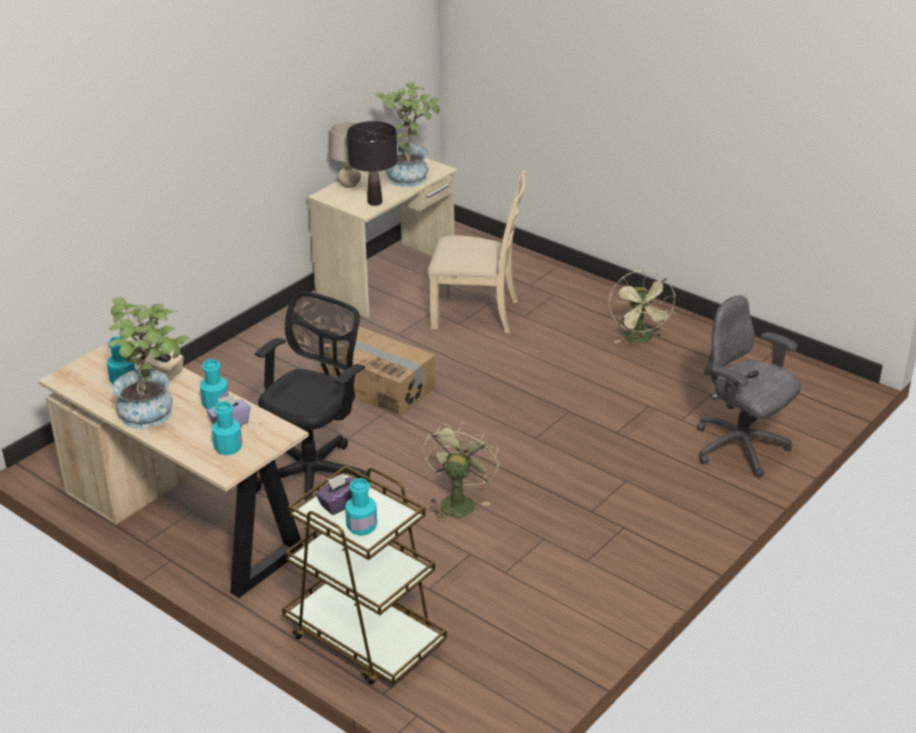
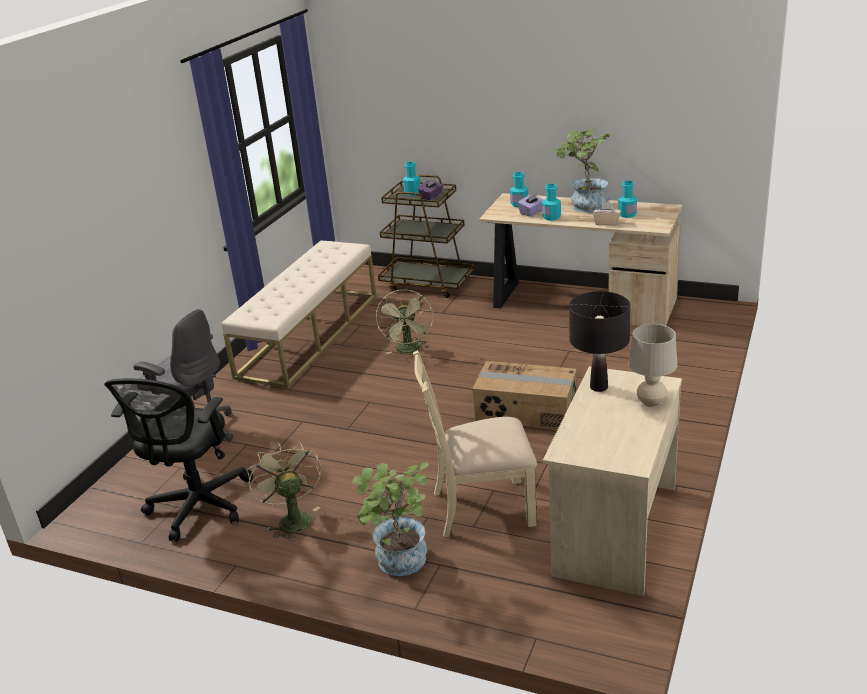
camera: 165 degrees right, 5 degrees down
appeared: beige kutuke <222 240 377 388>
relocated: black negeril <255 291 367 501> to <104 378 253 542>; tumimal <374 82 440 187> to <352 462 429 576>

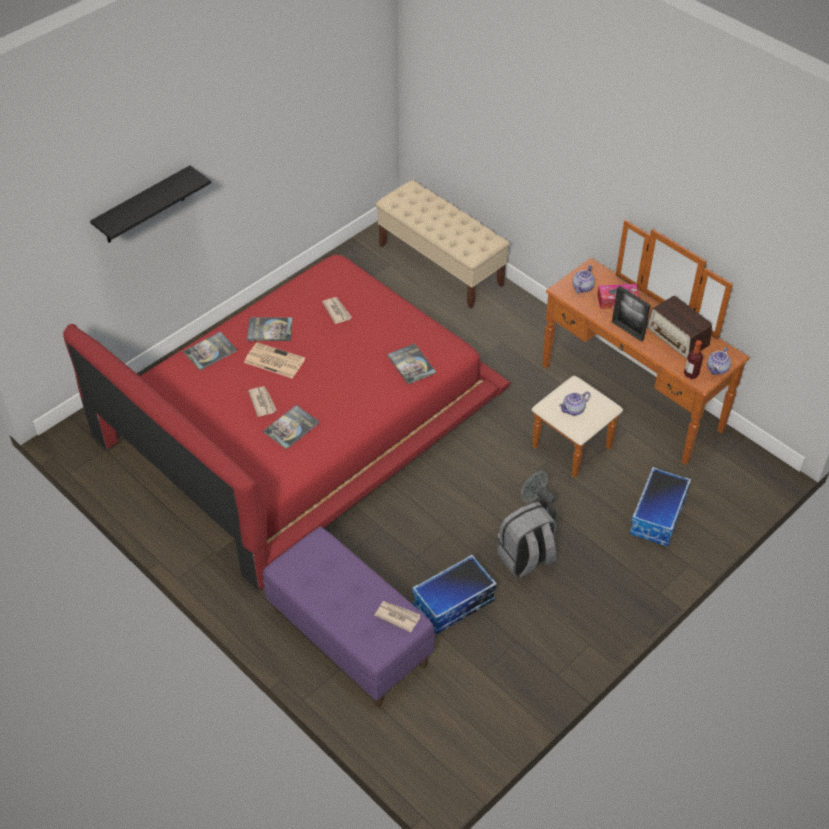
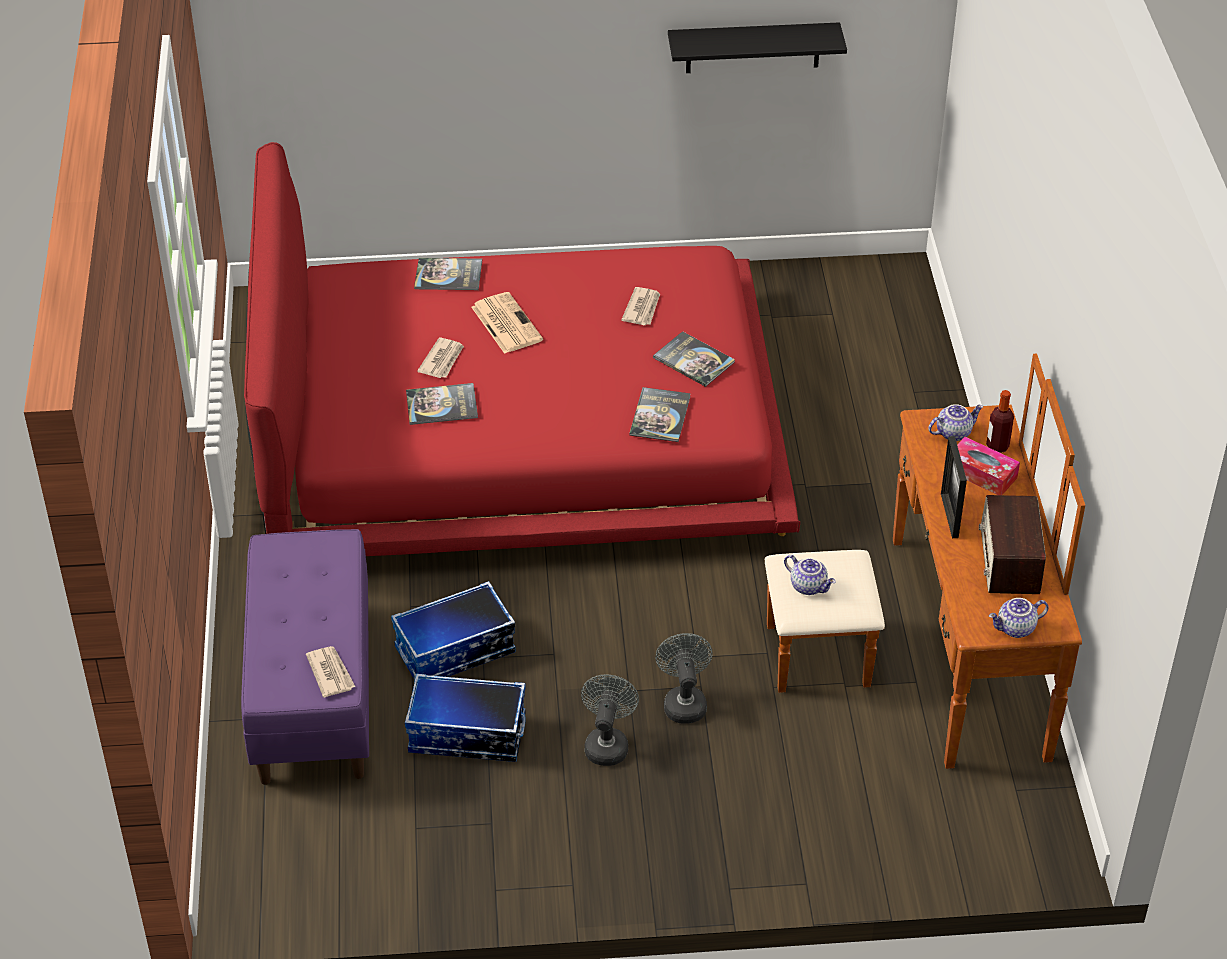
camera: 40 degrees right, 5 degrees down
missing: beige kutuke <375 180 510 309>
relocated: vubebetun <630 467 691 547> to <391 581 516 680>; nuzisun <247 317 293 341> to <653 331 735 387>; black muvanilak <90 165 211 243> to <668 22 847 73>; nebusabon <684 340 703 379> to <986 390 1014 453>
exchanged: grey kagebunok <497 502 557 578> to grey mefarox <581 674 639 766>
spun: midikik <559 392 591 416> = <784 555 836 595> 150 degrees counterclockwise

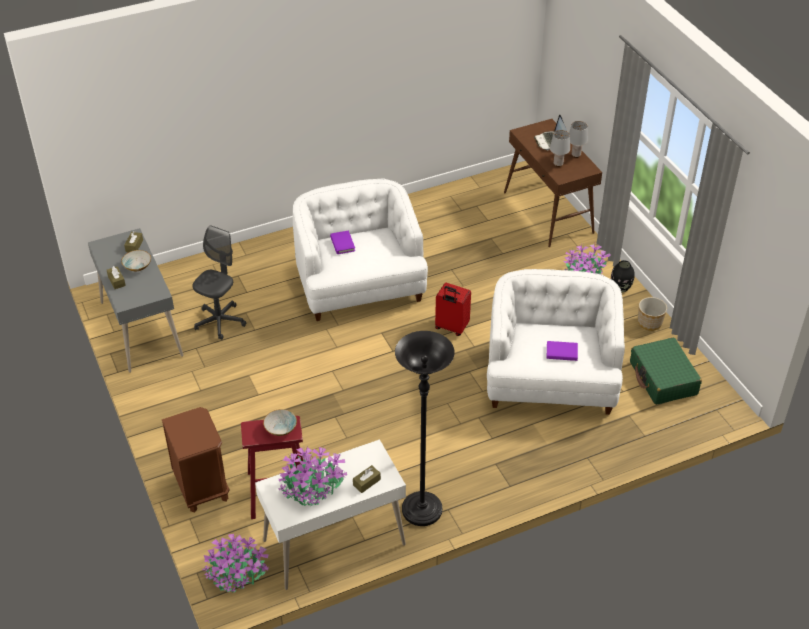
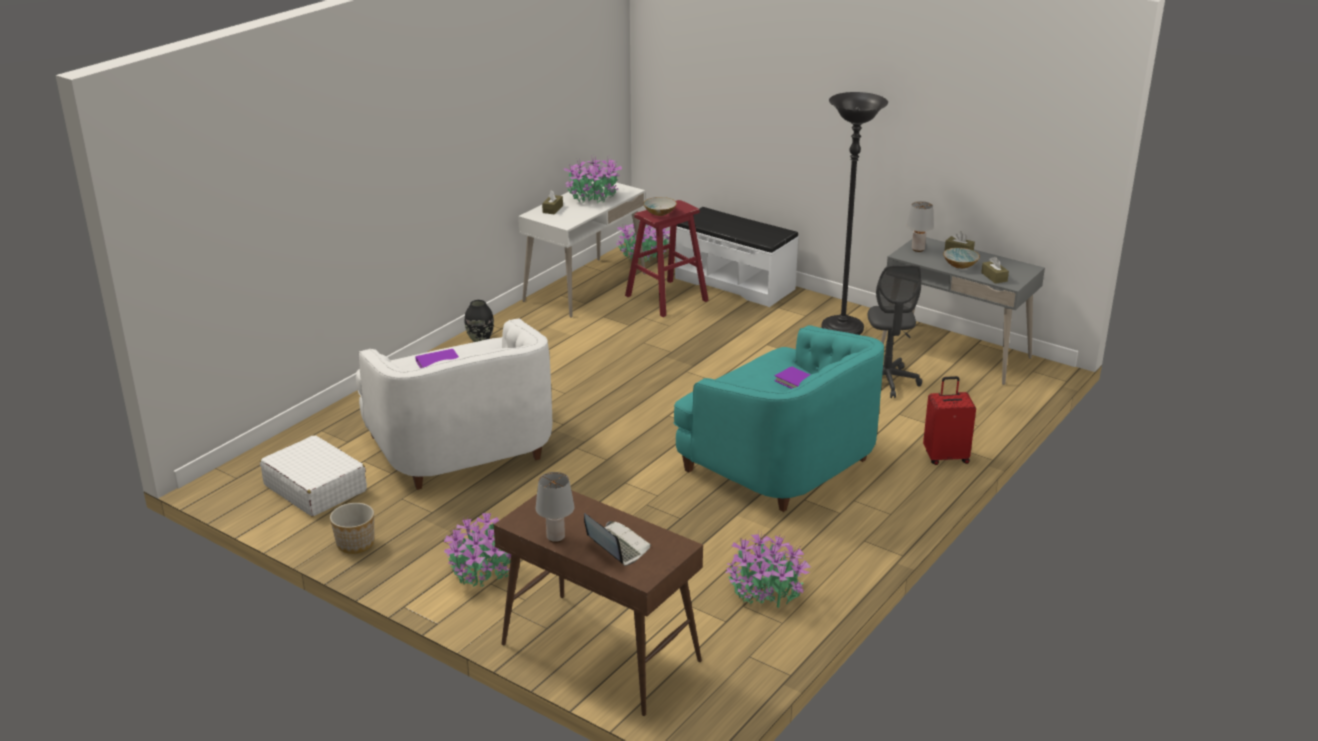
camera: 150 degrees right, 15 degrees down
appeared: tumimal <725 532 811 608>
relocated: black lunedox <611 260 635 293> to <465 300 494 342>; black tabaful <395 331 455 526> to <821 92 888 335>; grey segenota <550 130 570 167> to <907 201 934 252>; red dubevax <435 283 471 336> to <923 376 976 465>
exchanged: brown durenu <162 407 229 513> to white kutuke <675 207 799 307>
colour: green dubevax <630 337 702 405> to white dubevax <260 435 367 516>; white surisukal <293 179 428 321> to turquoise surisukal <674 325 884 512>

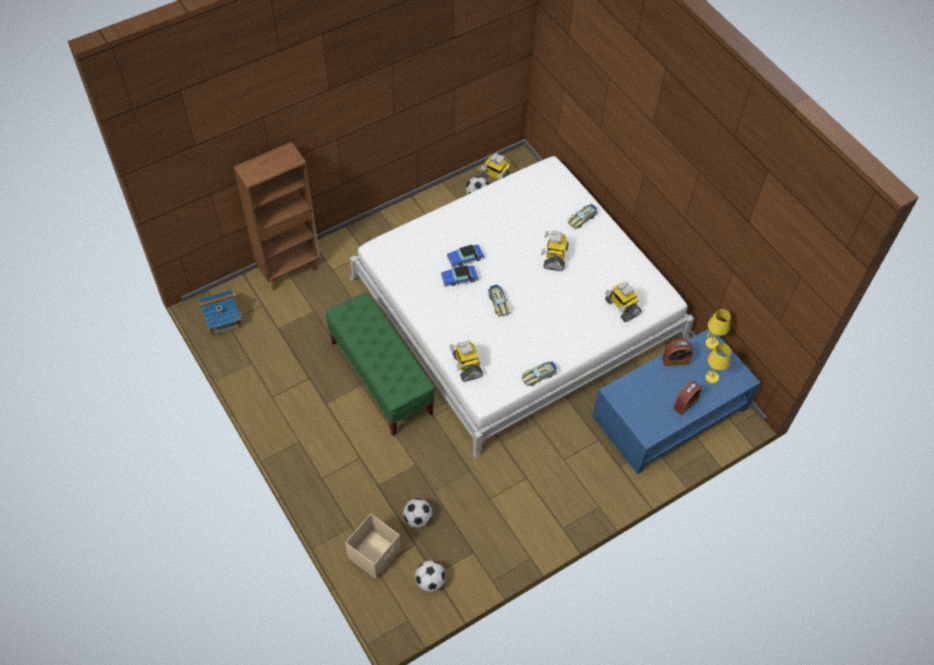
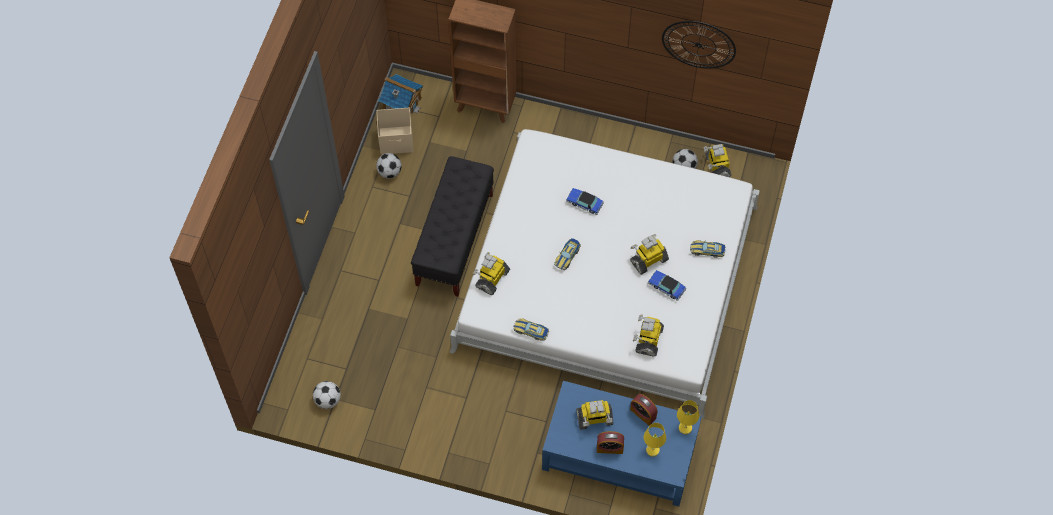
camera: 50 degrees right, 5 degrees up
appeared: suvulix <576 400 613 430>; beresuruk <662 21 736 69>
relocated: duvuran <403 498 432 528> to <376 153 402 179>; beige vubebetun <345 514 401 579> to <377 107 414 155>; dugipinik <441 265 479 287> to <648 270 686 301>
colour: green kutuke <325 292 435 436> to black kutuke <411 156 494 297>

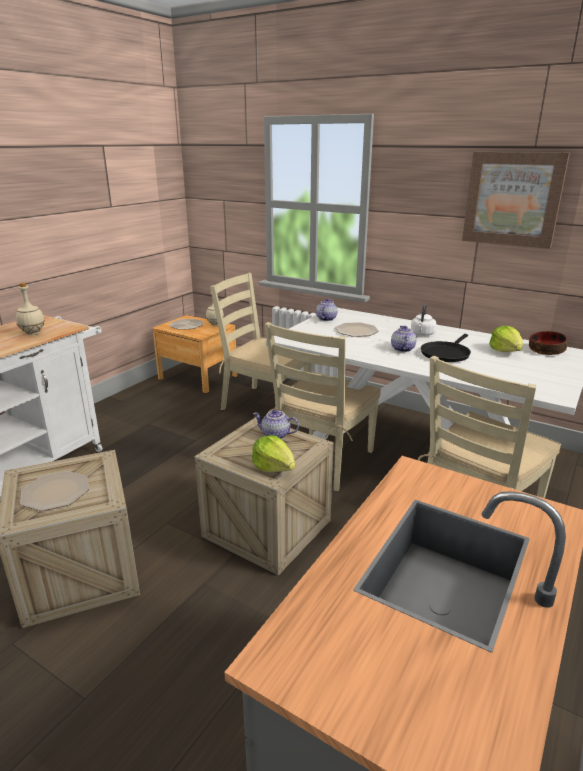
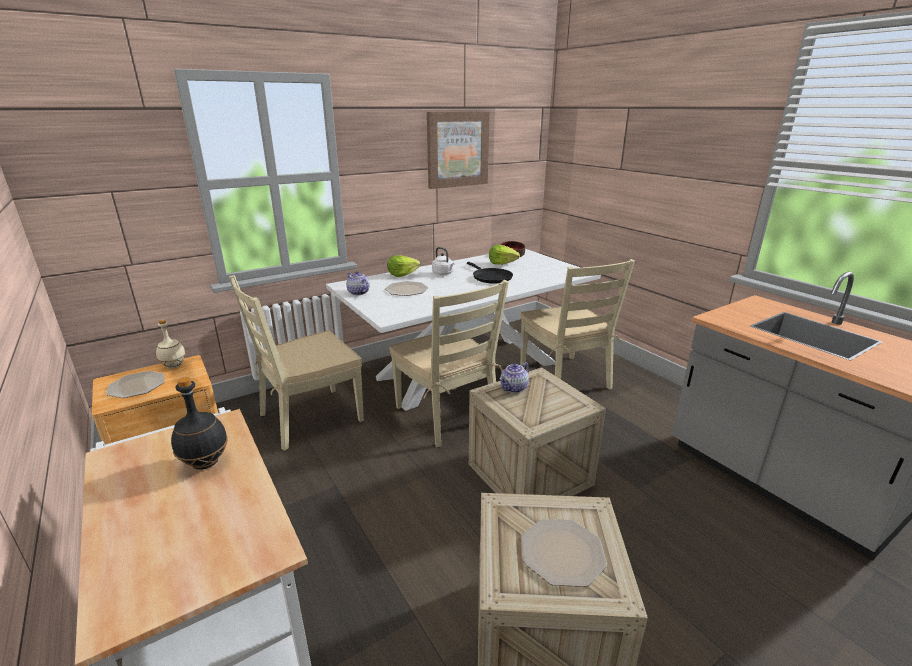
camera: 65 degrees left, 0 degrees up
missing: midikik <391 326 417 352>
relocated: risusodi <252 435 296 472> to <387 255 420 277>
colour: beige nebusabon <16 283 45 335> to black nebusabon <171 377 228 470>

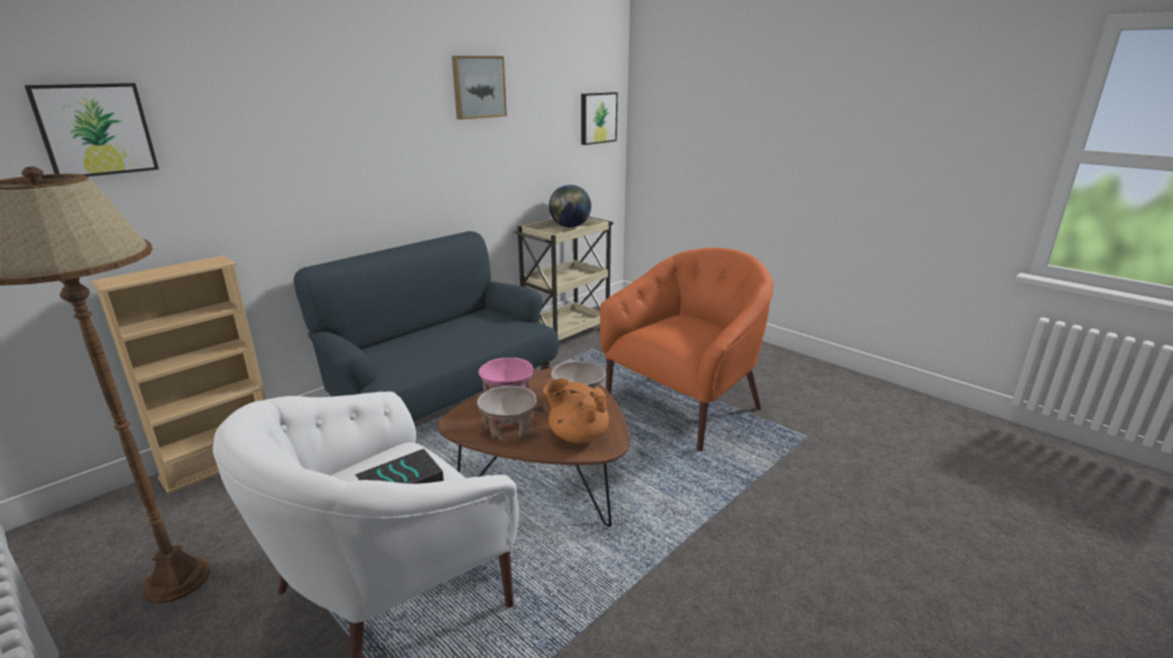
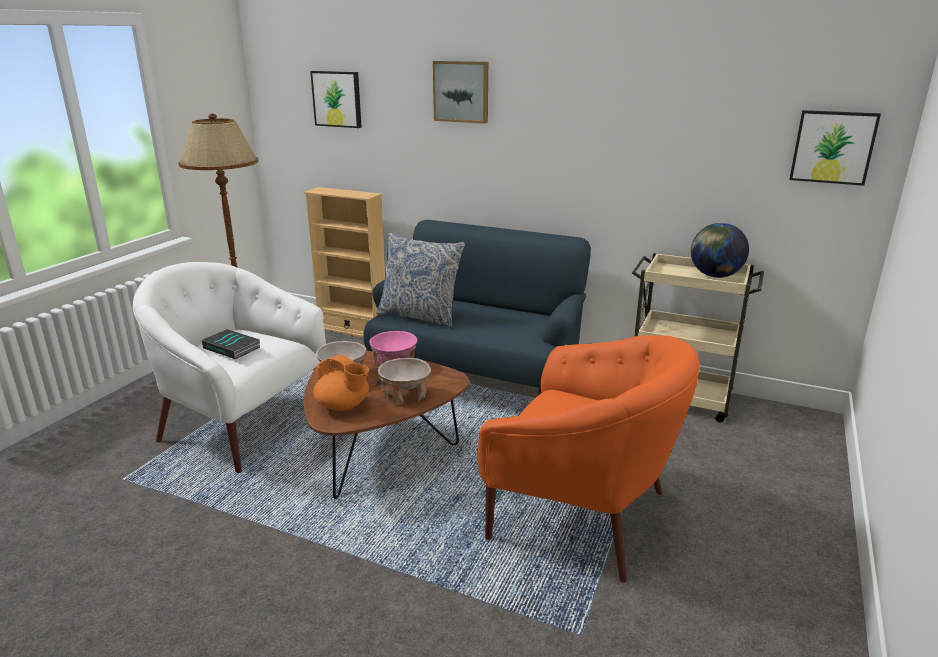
camera: 70 degrees right, 0 degrees up
appeared: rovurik <376 233 466 329>
relocated: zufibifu <452 56 507 120> to <433 61 488 124>
spun: orange midikik <543 379 609 443> = <314 355 369 411> 120 degrees clockwise

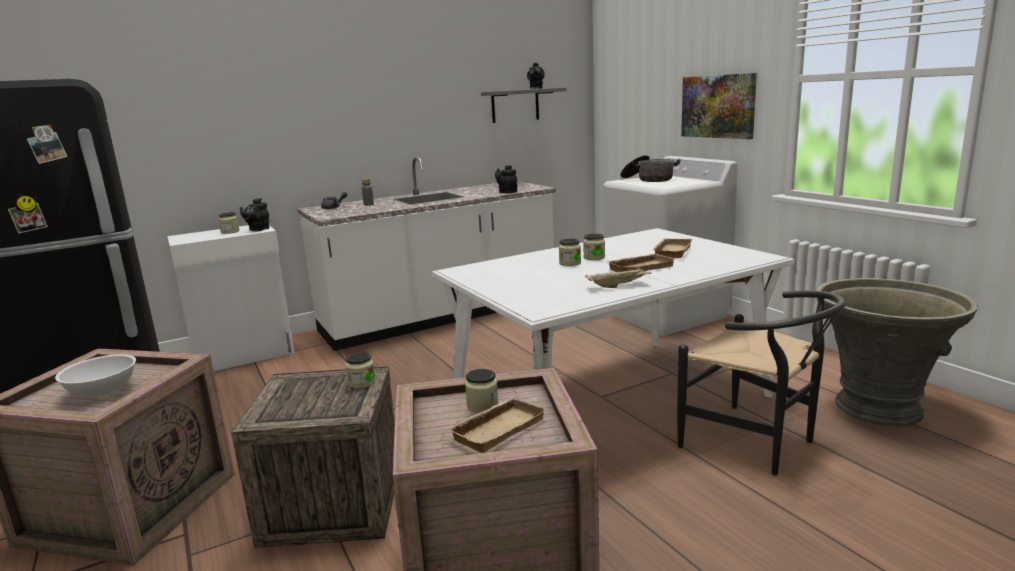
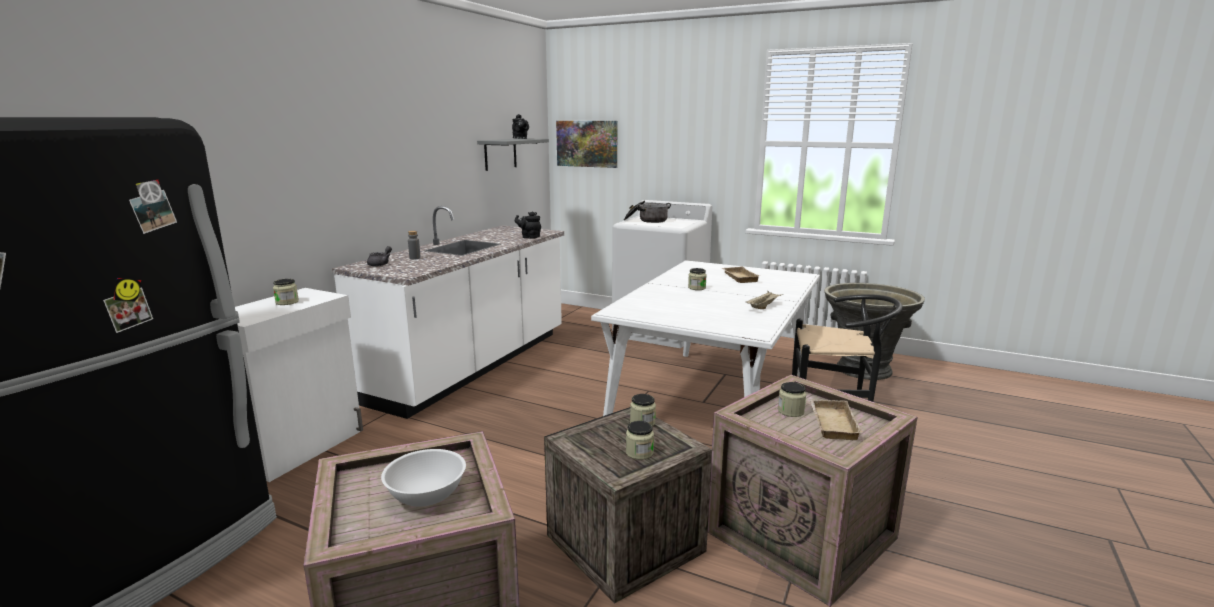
camera: 35 degrees left, 0 degrees up
missing: black midikik <240 198 269 232>; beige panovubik <605 254 676 272>
relocated: zufibifu <681 73 757 139> to <556 121 617 168>; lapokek <559 238 581 266> to <626 421 654 460>

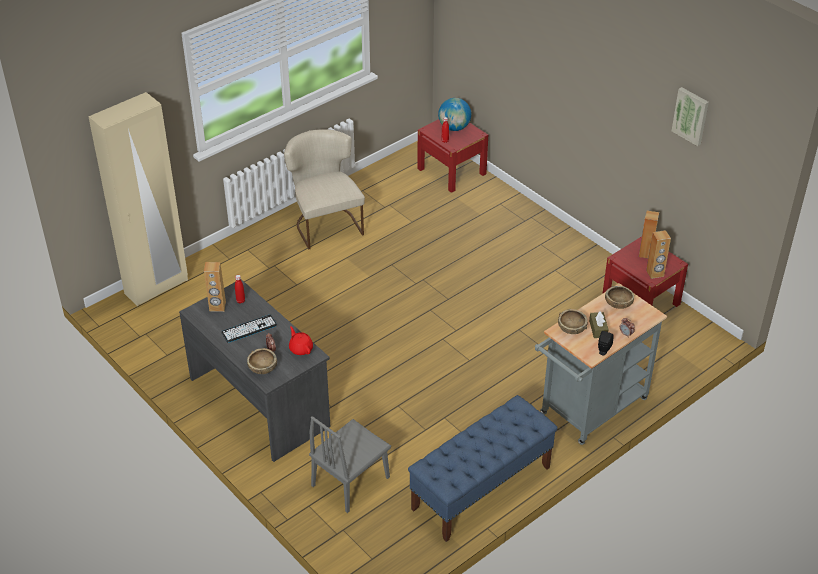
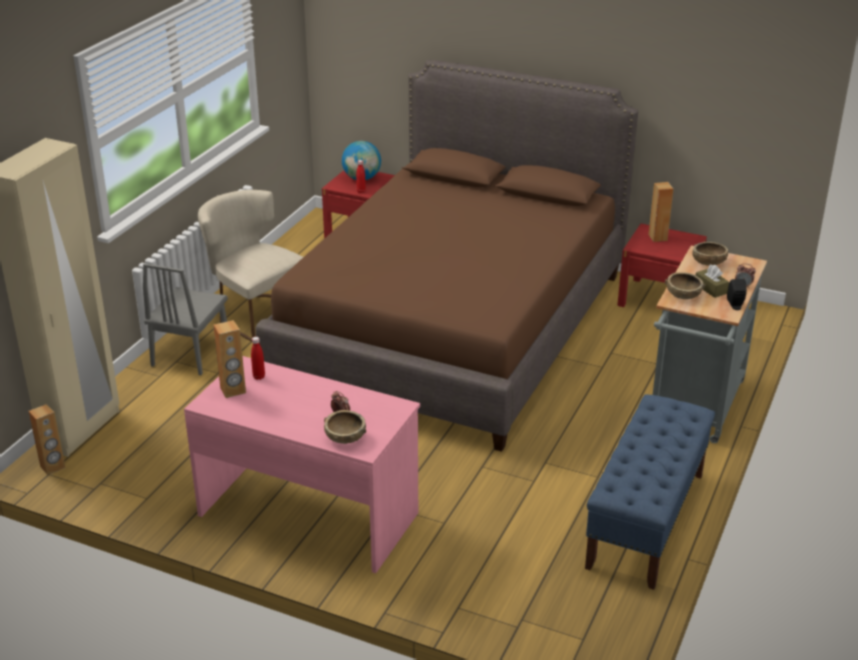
camera: 25 degrees left, 10 degrees down
missing: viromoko <221 315 277 343>; red midikik <289 326 313 355>; zufibifu <672 87 709 146>
appeared: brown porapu <255 59 638 452>
relocated: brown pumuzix <646 230 671 279> to <29 404 66 475>; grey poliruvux <309 416 391 513> to <143 263 228 375>
colour: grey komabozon <179 279 331 462> to pink komabozon <184 356 420 573>

